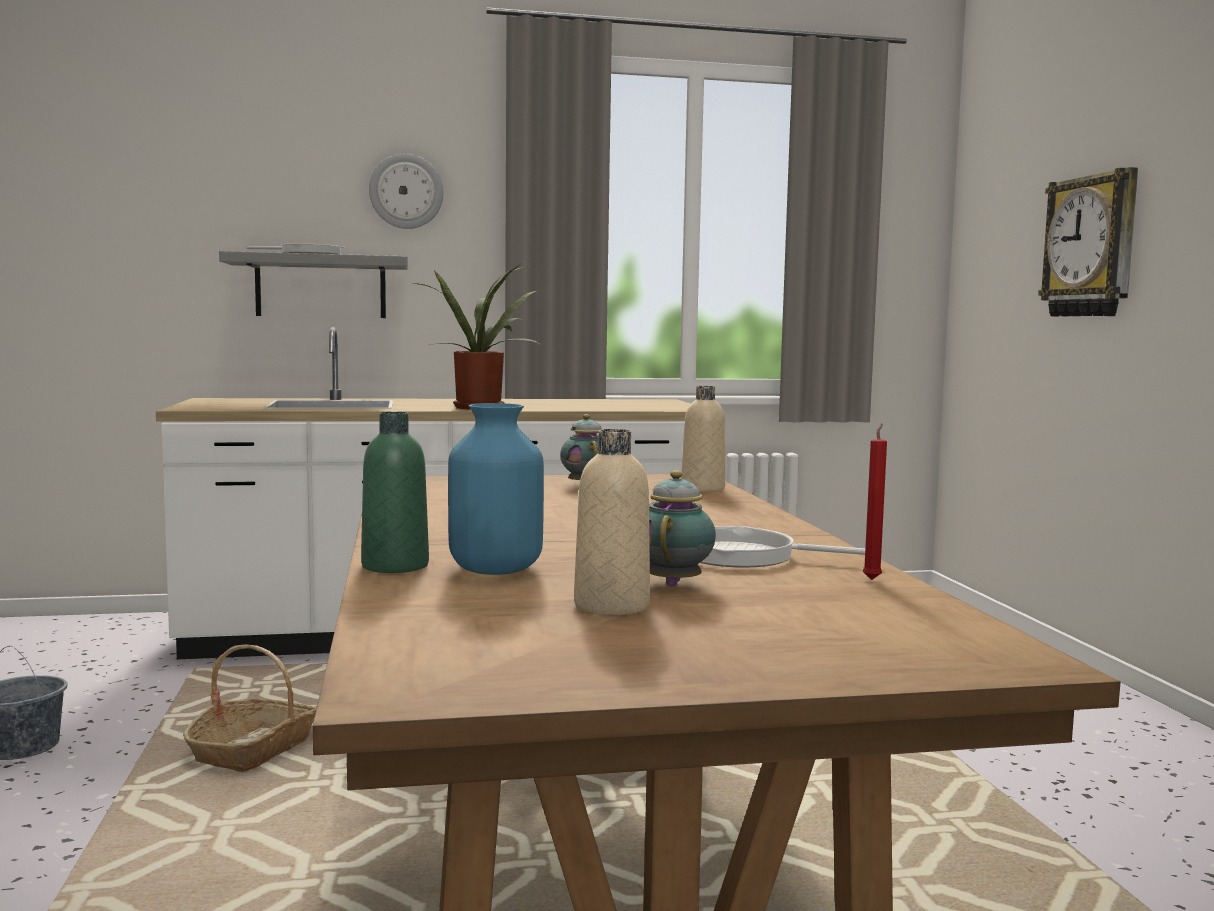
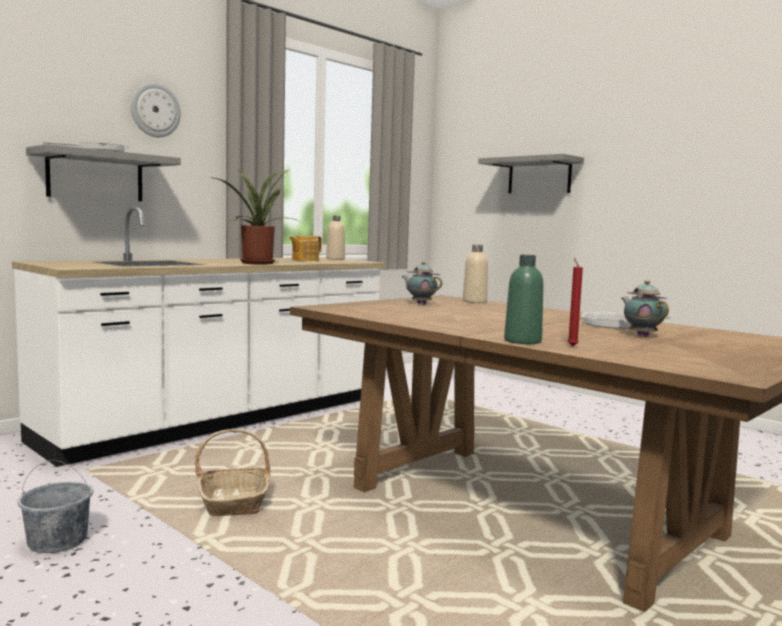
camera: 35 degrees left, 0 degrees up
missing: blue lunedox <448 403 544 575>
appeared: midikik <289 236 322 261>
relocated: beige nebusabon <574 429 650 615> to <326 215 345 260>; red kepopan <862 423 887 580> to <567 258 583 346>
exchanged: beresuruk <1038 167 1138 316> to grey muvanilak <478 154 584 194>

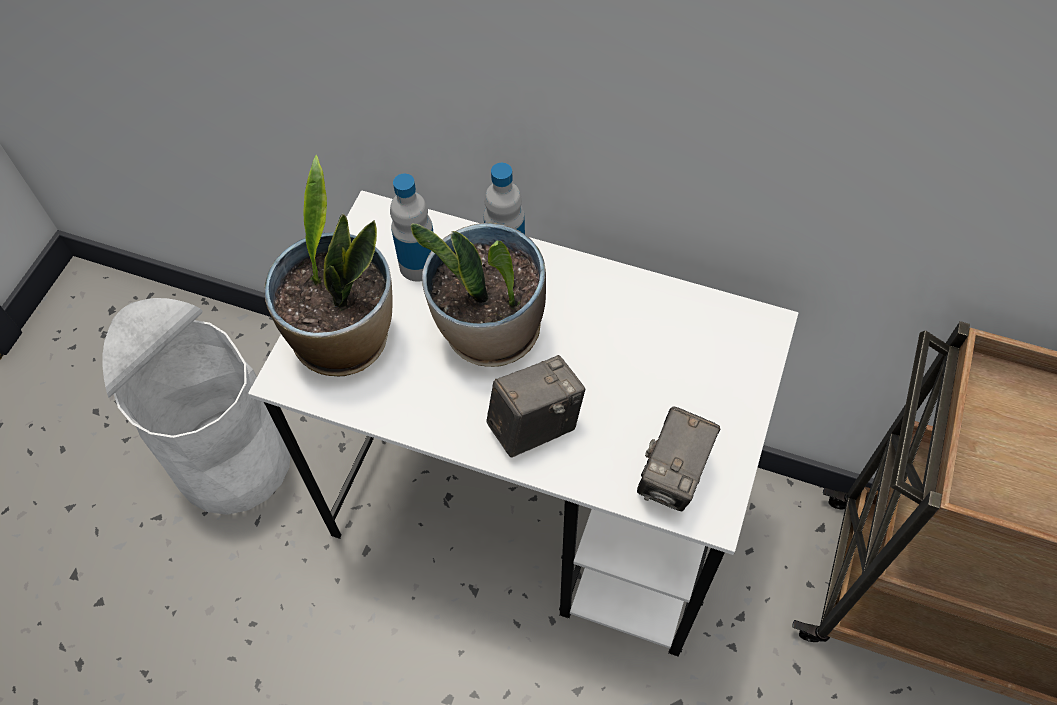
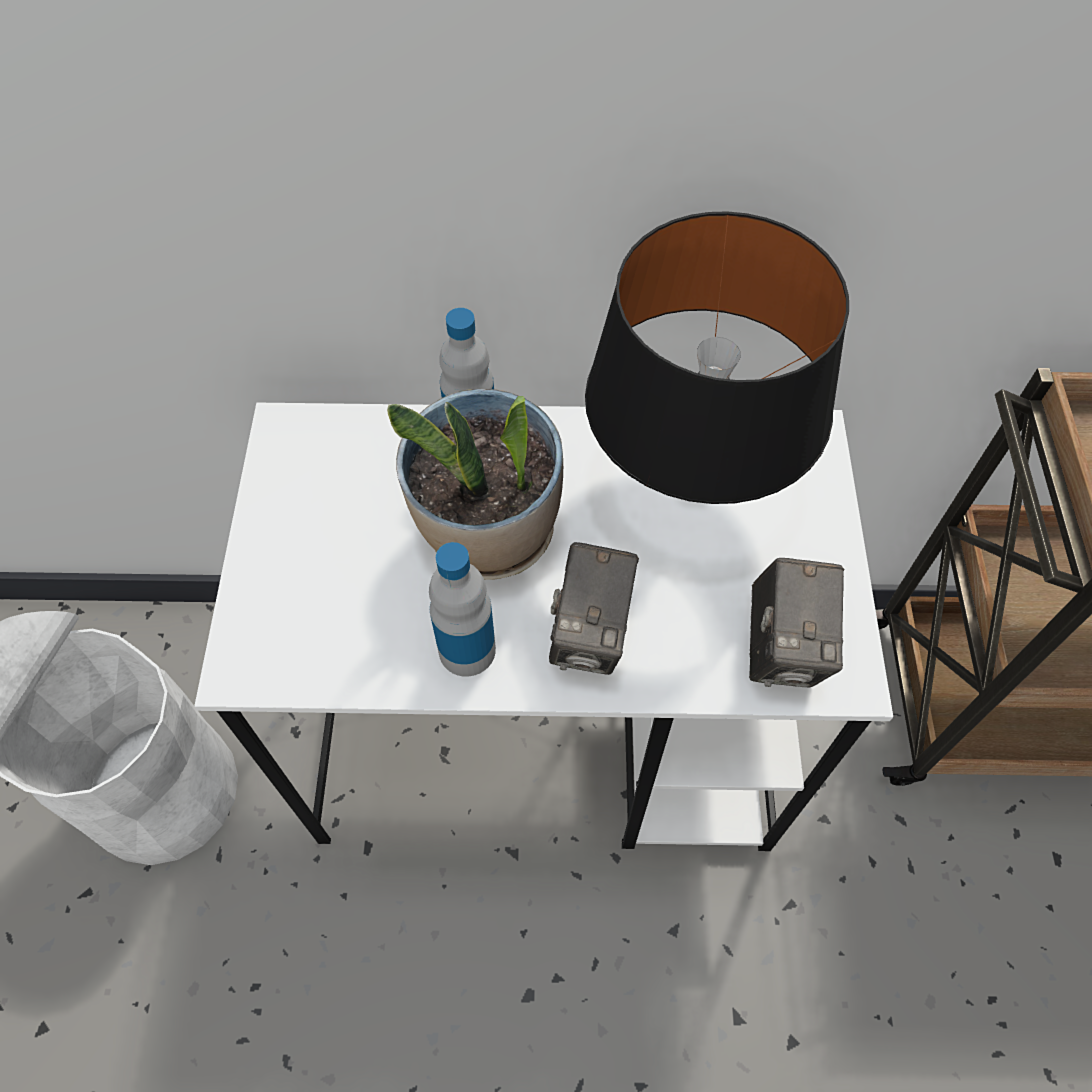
camera: 20 degrees left, 0 degrees up
missing: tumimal <264 155 392 376>
appeared: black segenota <585 211 849 504>
relocated: nebusabon <390 174 433 282> to <429 542 496 677>
spun: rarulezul <486 355 585 458> = <549 542 639 675> 150 degrees clockwise

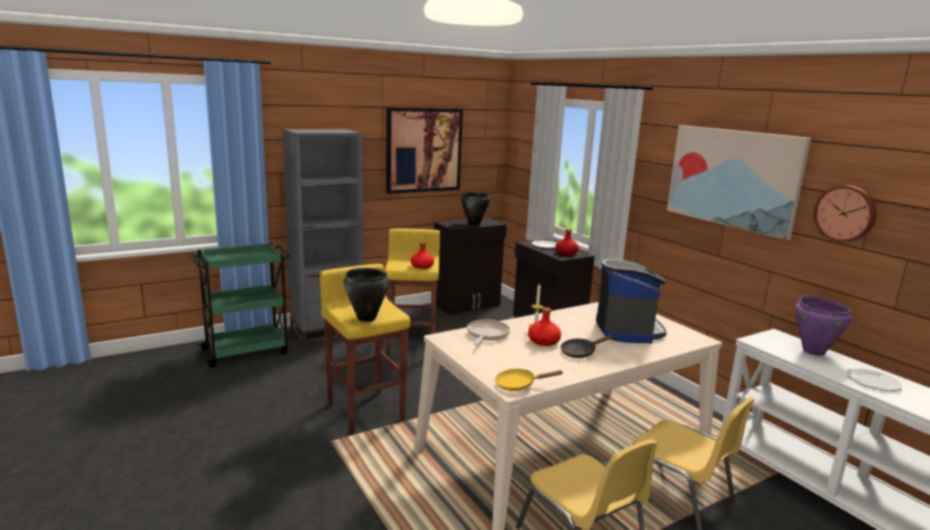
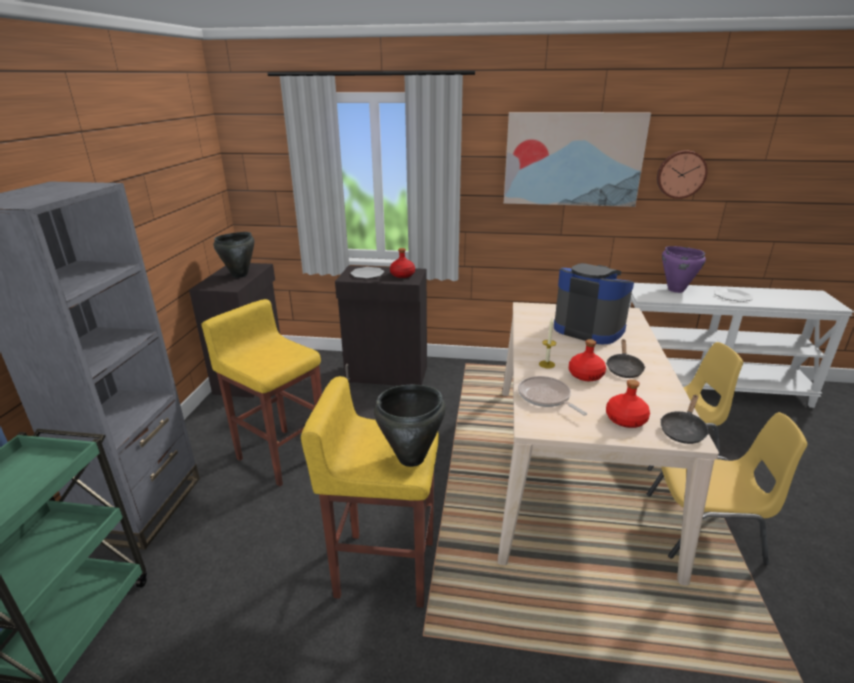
camera: 50 degrees left, 10 degrees up
missing: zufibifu <386 107 463 194>
relocated: red nebusabon <411 242 434 269> to <606 379 650 428>
colour: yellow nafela <495 369 562 391> to black nafela <660 395 709 444>

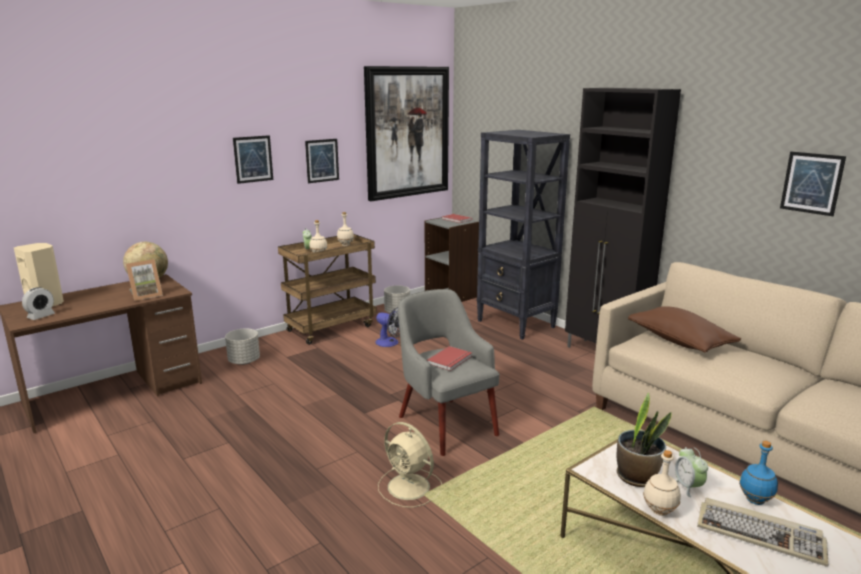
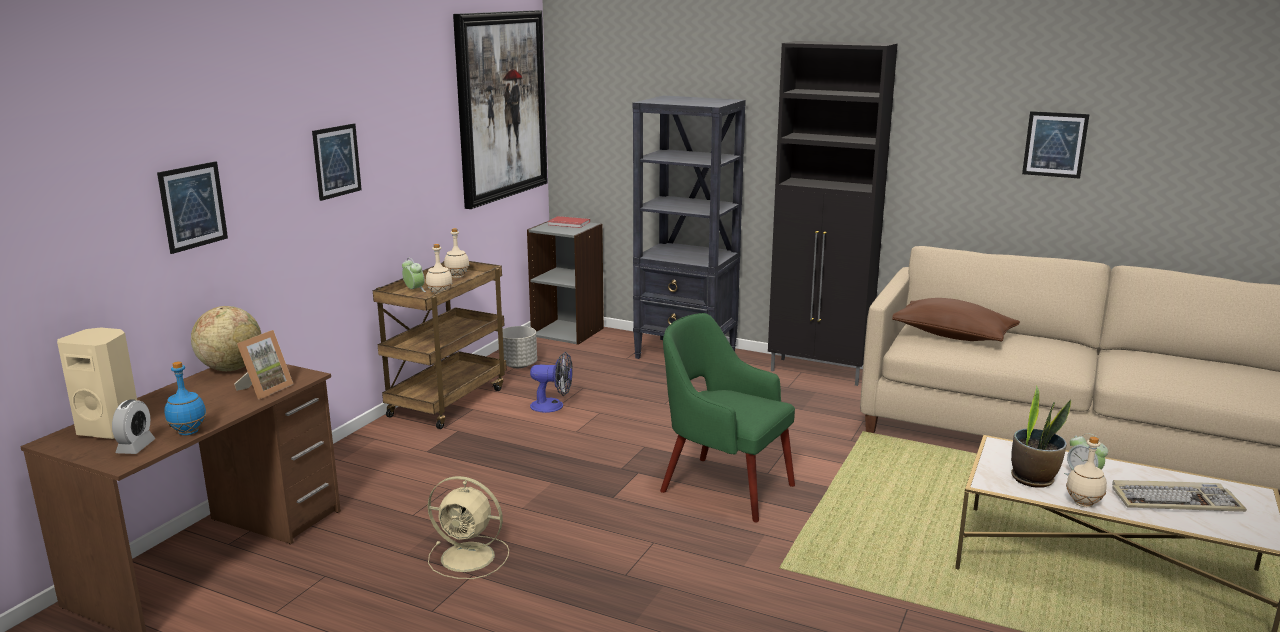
camera: 25 degrees left, 0 degrees up
missing: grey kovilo <225 329 260 365>; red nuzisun <427 346 472 371>
relocated: zufibifu <305 139 339 183> to <157 161 228 254>; blue nebusabon <739 441 778 505> to <164 361 207 436>; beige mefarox <378 422 442 508> to <428 476 509 579>
colour: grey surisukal <398 289 499 456> to green surisukal <660 313 795 522>

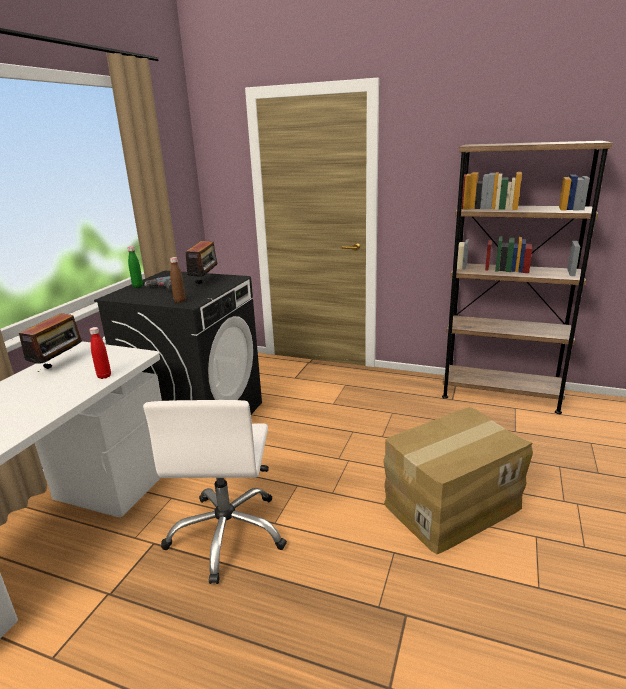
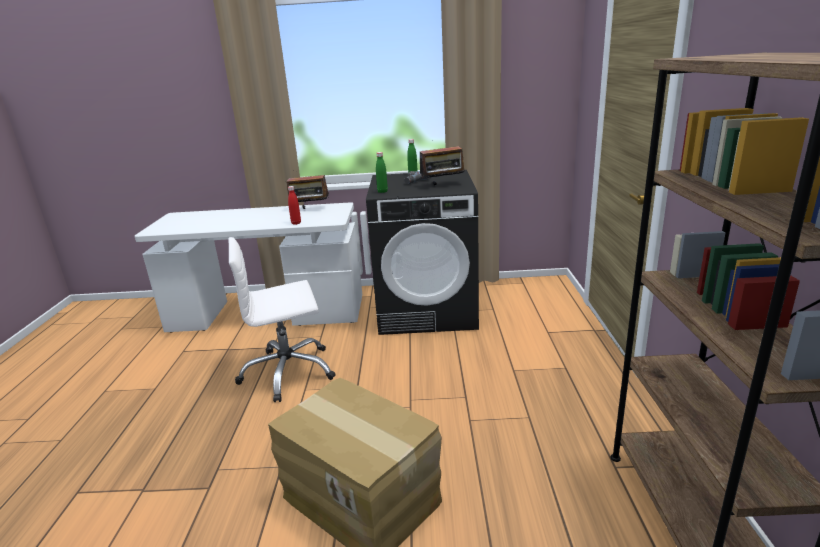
camera: 70 degrees right, 0 degrees up
colour: brown nebusabon <170 257 186 303> to green nebusabon <376 152 388 193>

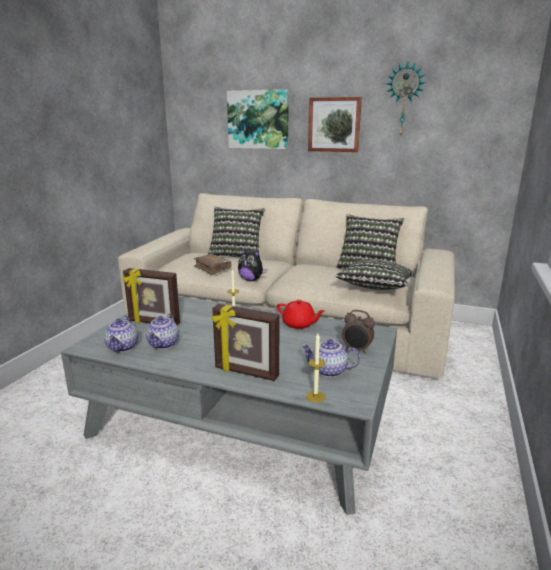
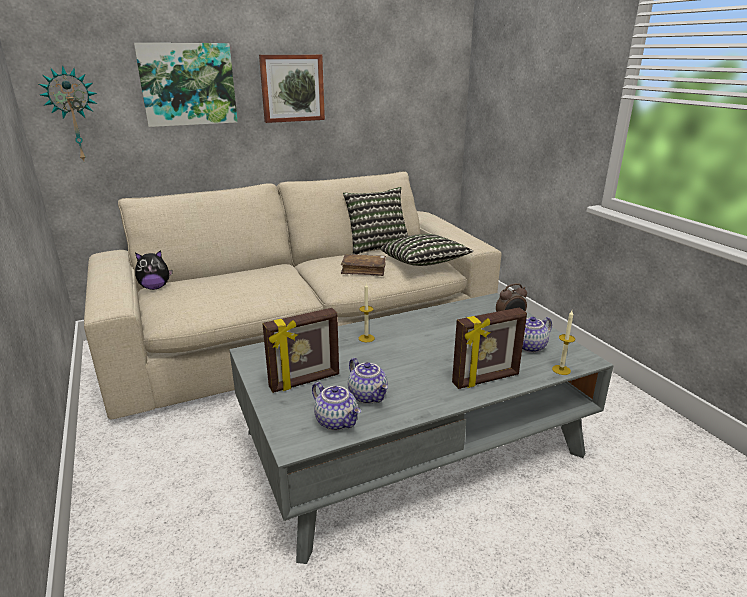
camera: 45 degrees left, 5 degrees up
missing: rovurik <208 207 265 258>; red midikik <277 300 325 329>
relocated: beresuruk <386 62 426 138> to <39 66 97 163>; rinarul <238 248 267 281> to <135 250 172 290>; brown nuzisun <193 254 231 275> to <341 254 386 276>

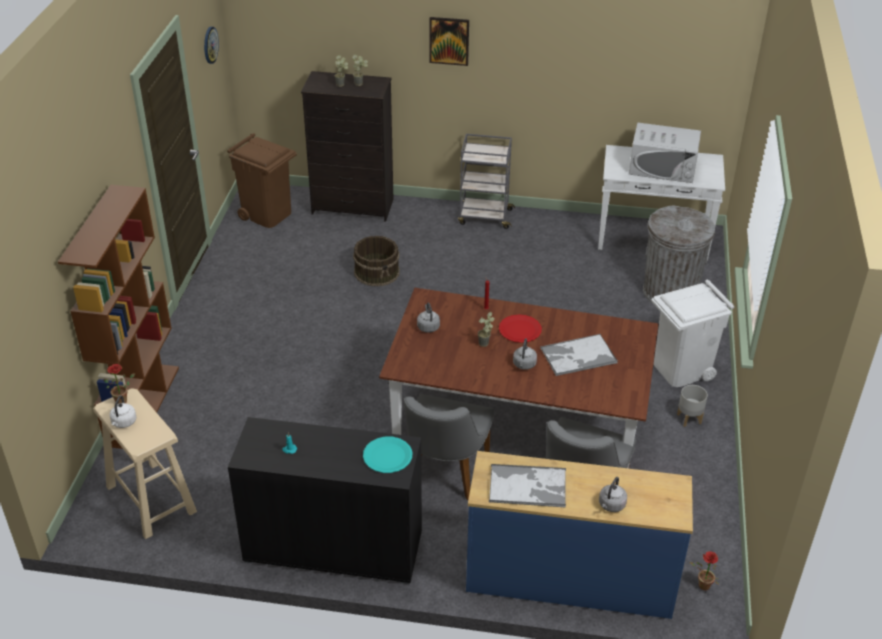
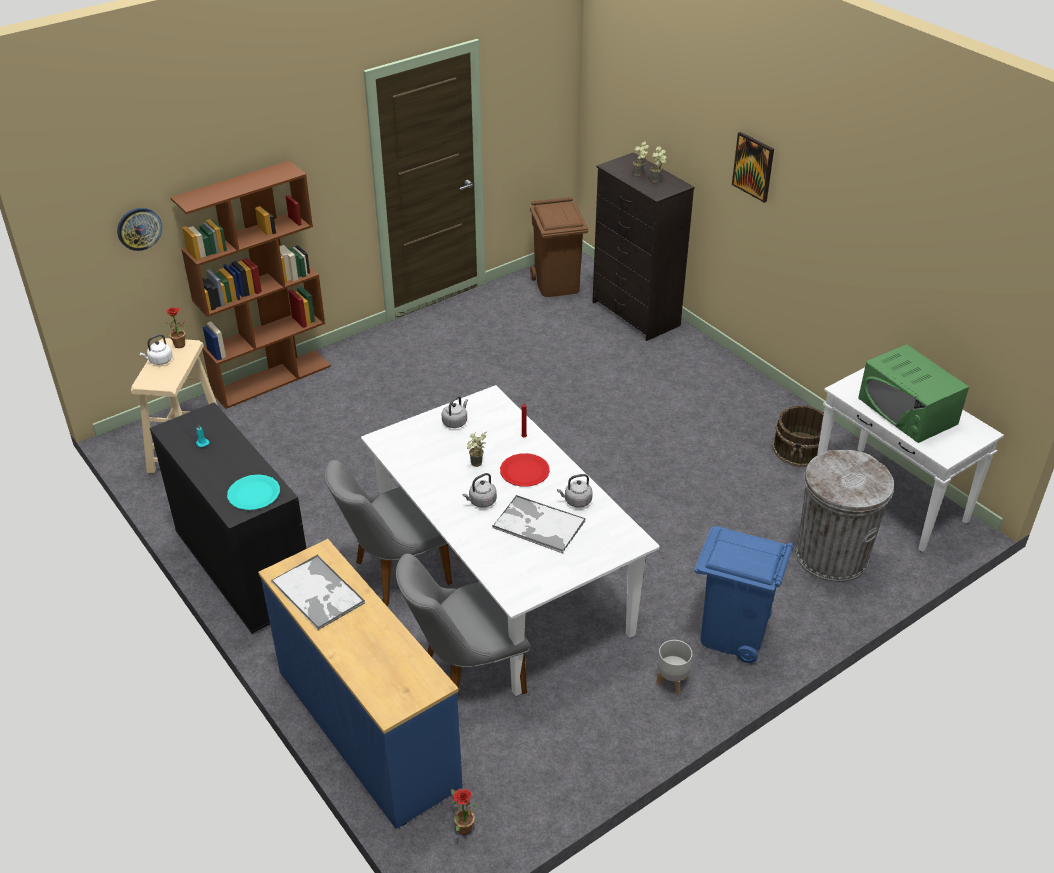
camera: 45 degrees right, 0 degrees up
missing: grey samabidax <458 134 515 229>
relocated: beresuruk <204 27 219 64> to <117 208 162 251>; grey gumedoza <599 477 627 512> to <557 474 593 508>; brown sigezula <353 236 400 287> to <772 405 832 467>
colour: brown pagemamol <379 288 658 468> to white pagemamol <361 385 660 696>; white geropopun <651 280 734 387> to blue geropopun <694 526 793 663>; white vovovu <629 122 701 183> to green vovovu <858 344 969 443>

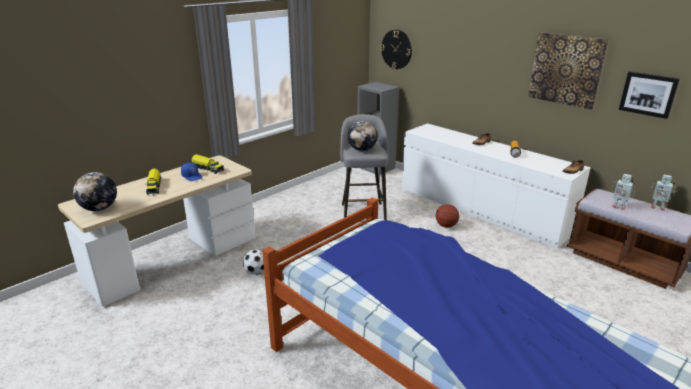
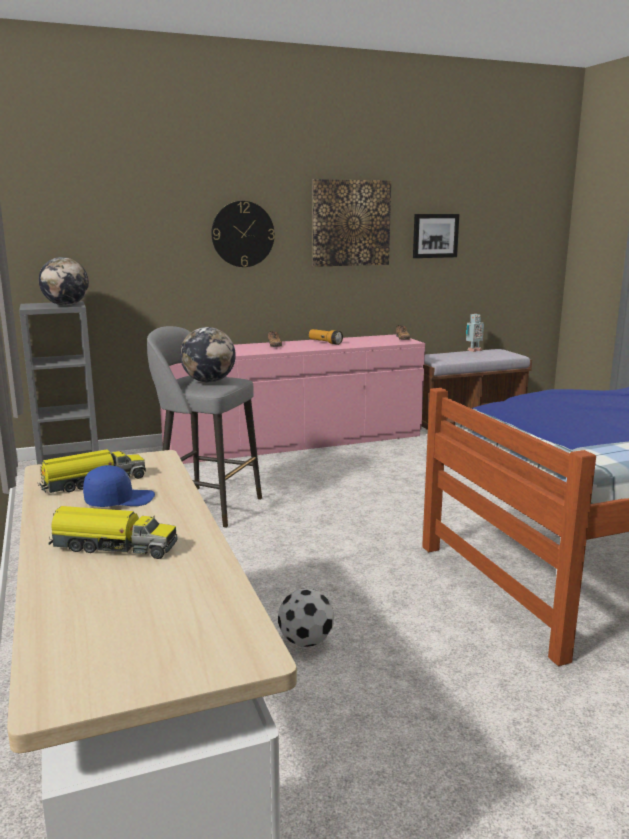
camera: 65 degrees left, 10 degrees down
missing: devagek <436 204 459 228>; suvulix <611 174 635 210>
relocated: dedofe <73 172 117 211> to <39 257 89 306>; beresuruk <381 30 412 69> to <211 201 275 267>
colour: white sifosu <402 123 591 249> to pink sifosu <160 334 425 464>

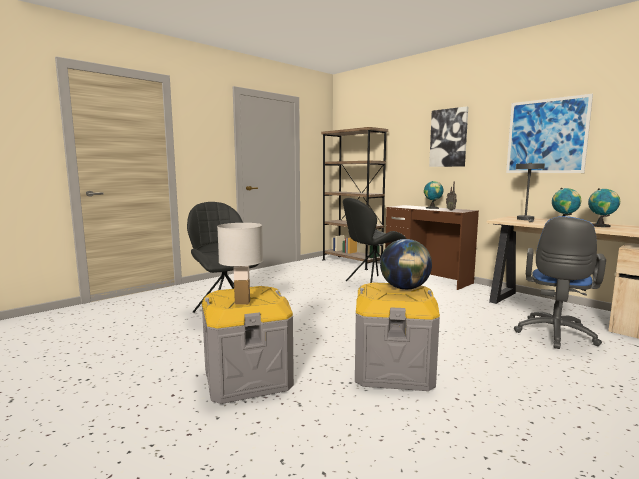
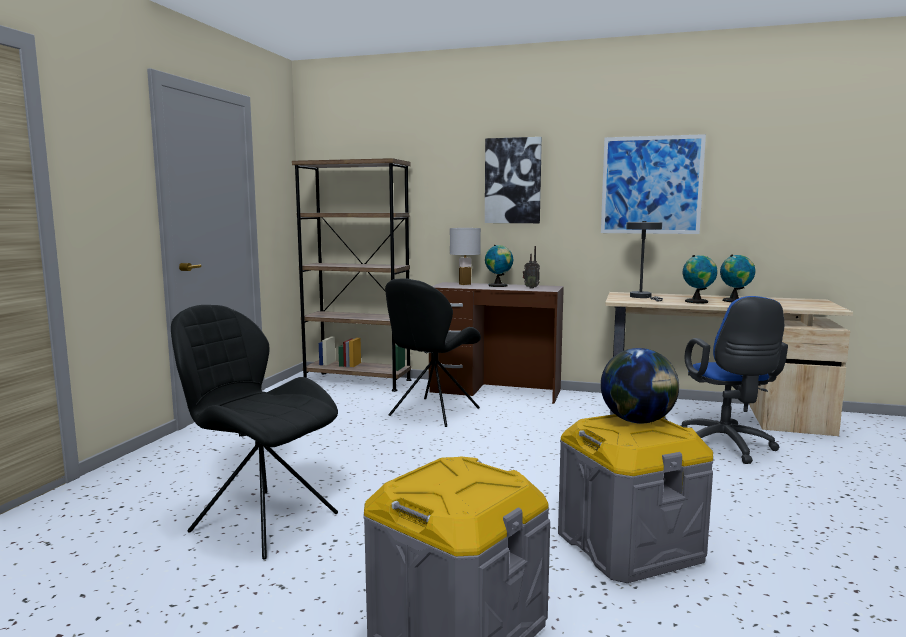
camera: 30 degrees left, 0 degrees up
relocated: white segenota <217 223 263 305> to <450 228 481 285>

